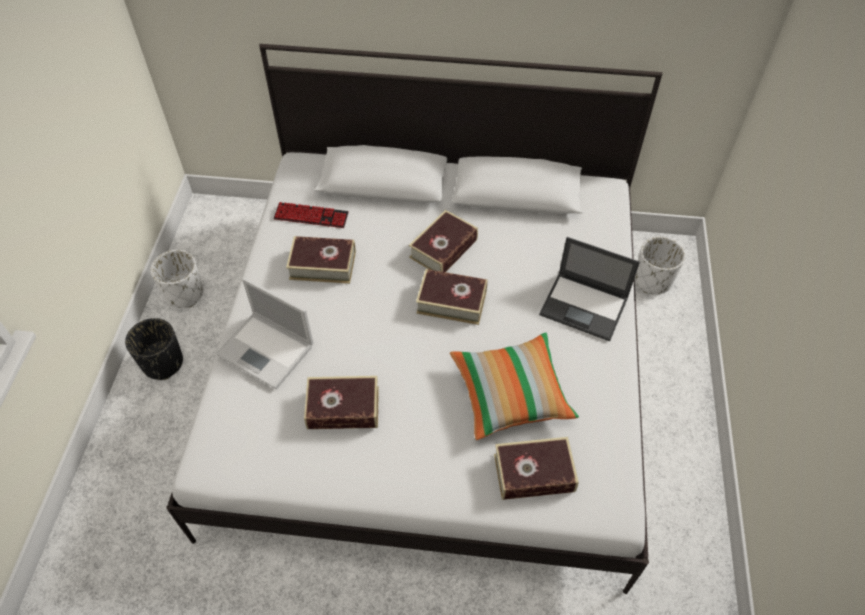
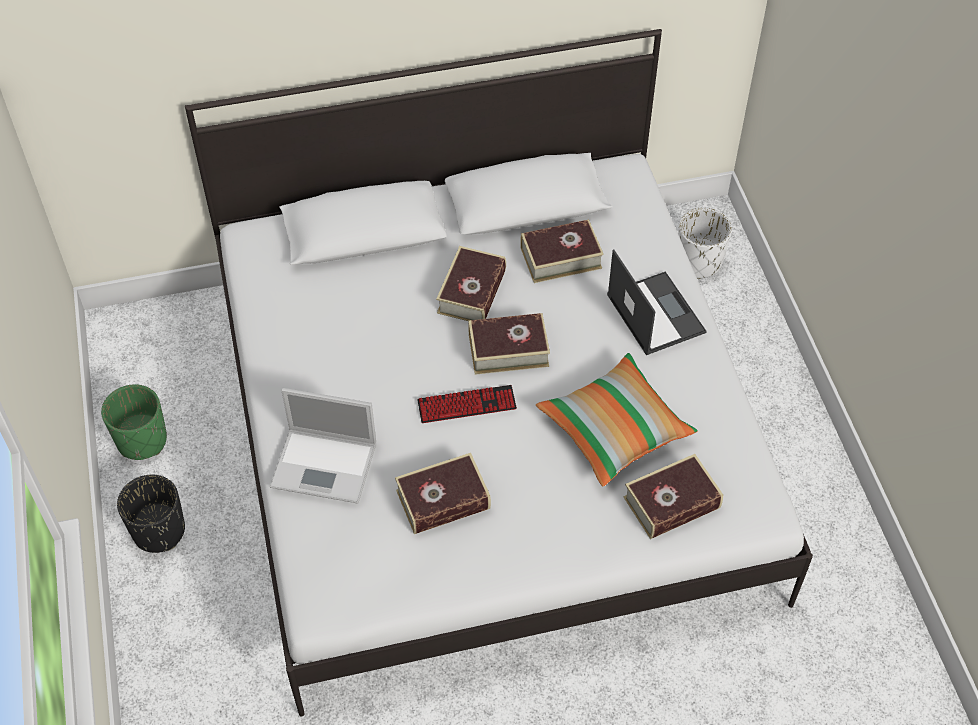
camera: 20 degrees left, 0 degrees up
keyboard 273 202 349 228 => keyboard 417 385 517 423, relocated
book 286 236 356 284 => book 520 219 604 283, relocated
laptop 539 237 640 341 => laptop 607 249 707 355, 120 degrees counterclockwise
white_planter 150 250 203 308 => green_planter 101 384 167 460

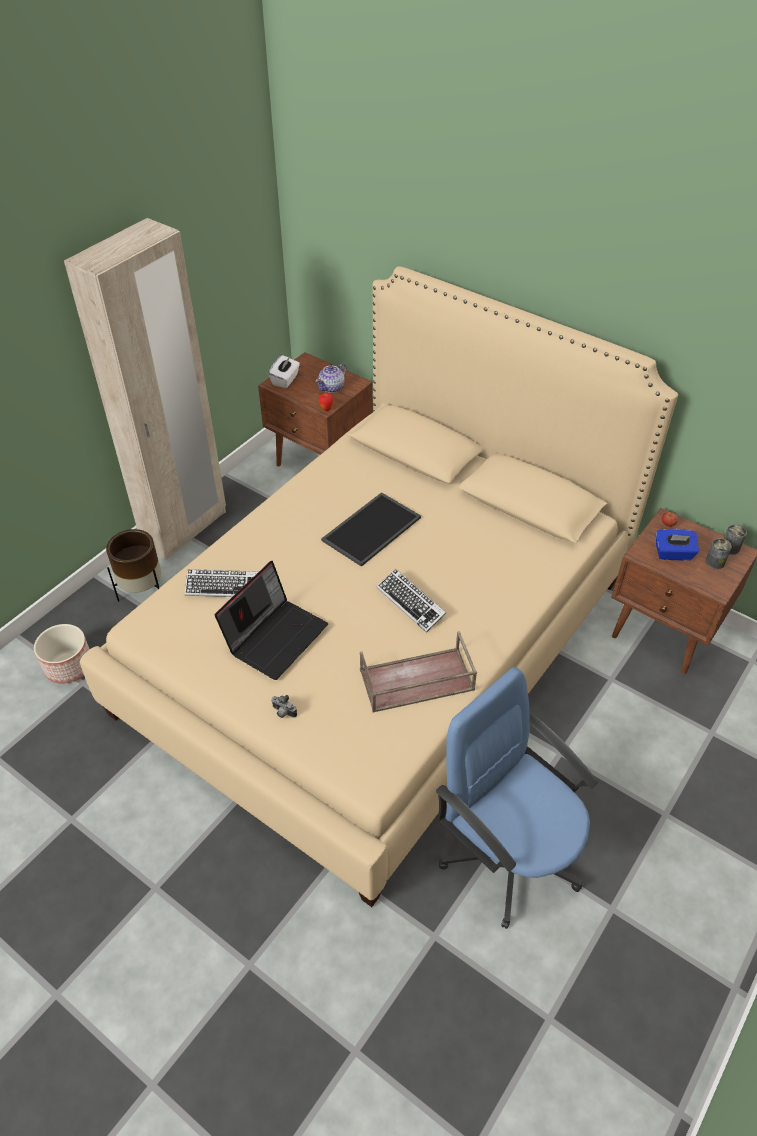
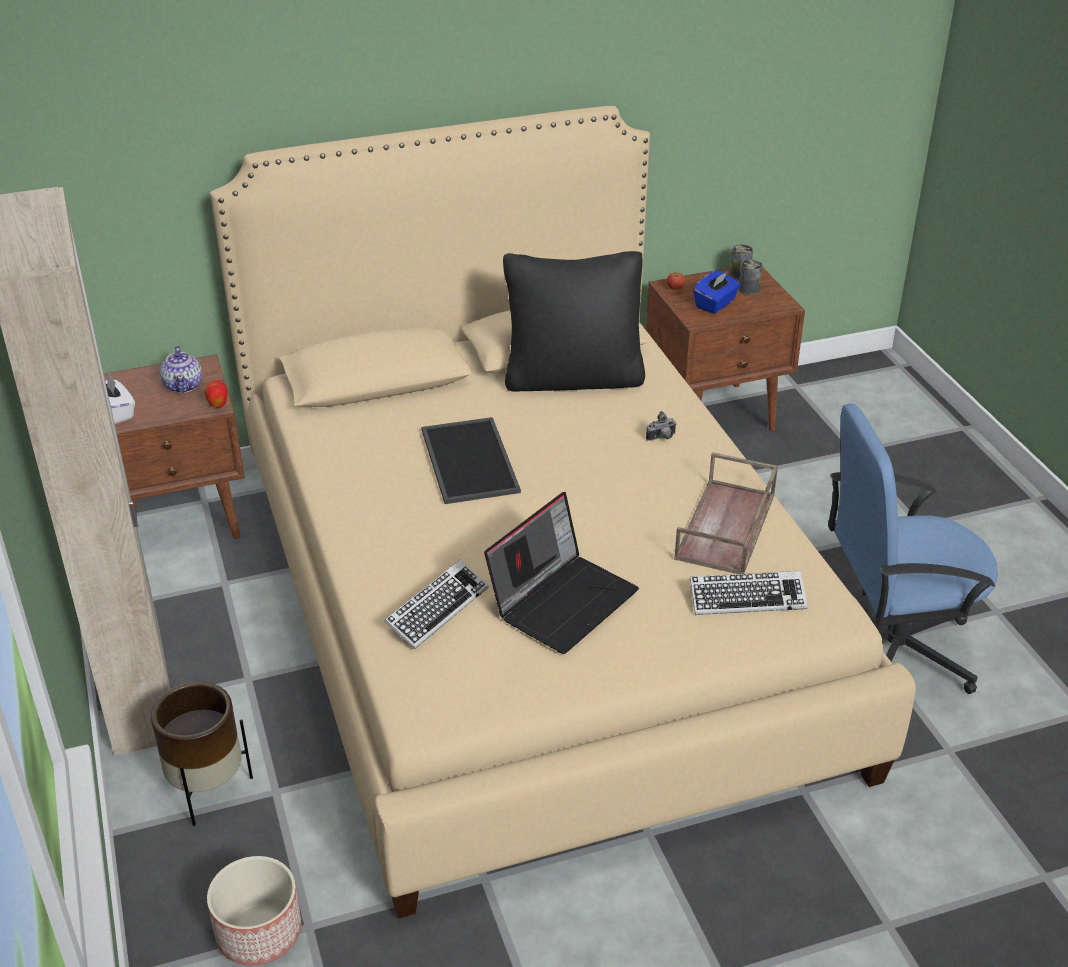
camera: 55 degrees left, 10 degrees down
laptop 215 561 328 680 => laptop 484 492 639 654, 60 degrees clockwise
keyboard 377 568 446 633 => keyboard 690 571 807 615, relocated
photo_camera 271 695 297 718 => photo_camera 646 411 677 441, relocated
nothing => black_pillow 503 251 645 392

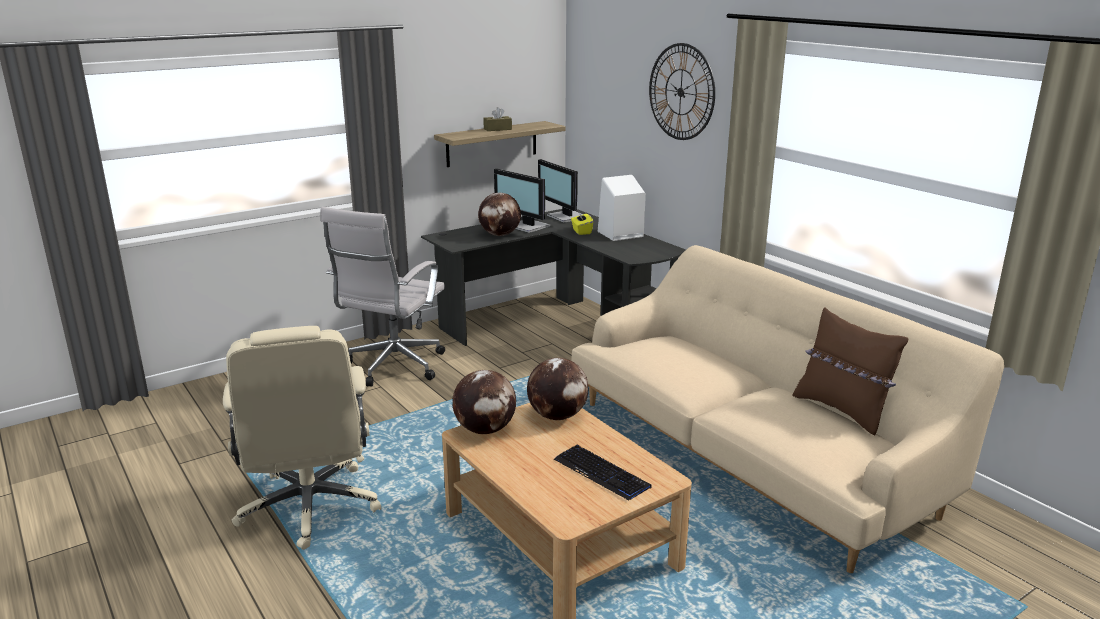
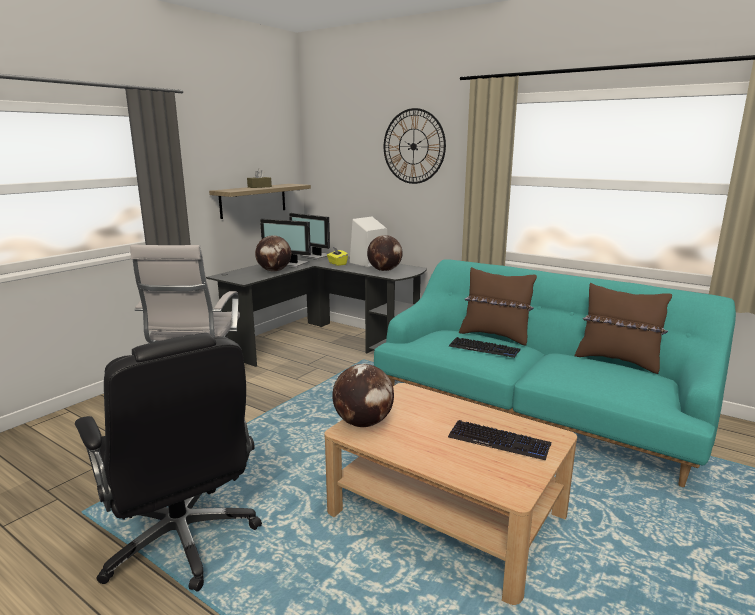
camera: 20 degrees left, 5 degrees down
beige_sofa 572 245 1004 573 => turquoise_sofa 374 259 736 487
beige_office_chair 223 326 381 550 => black_office_chair 75 333 262 592
globe 527 358 588 420 => globe 367 235 403 271, relocated
nothing => brown_pillow 459 267 537 346
nothing => keyboard 449 337 520 358

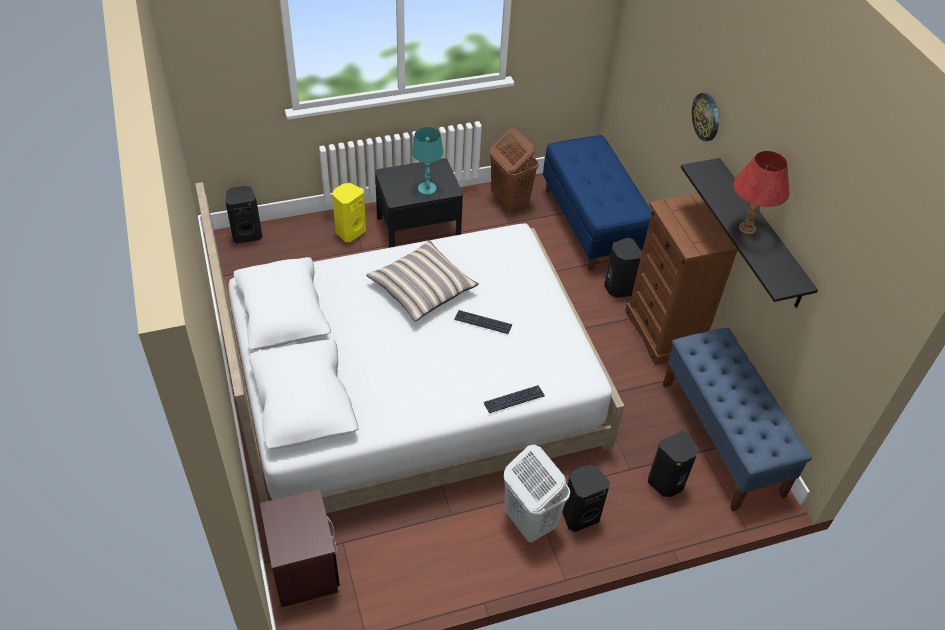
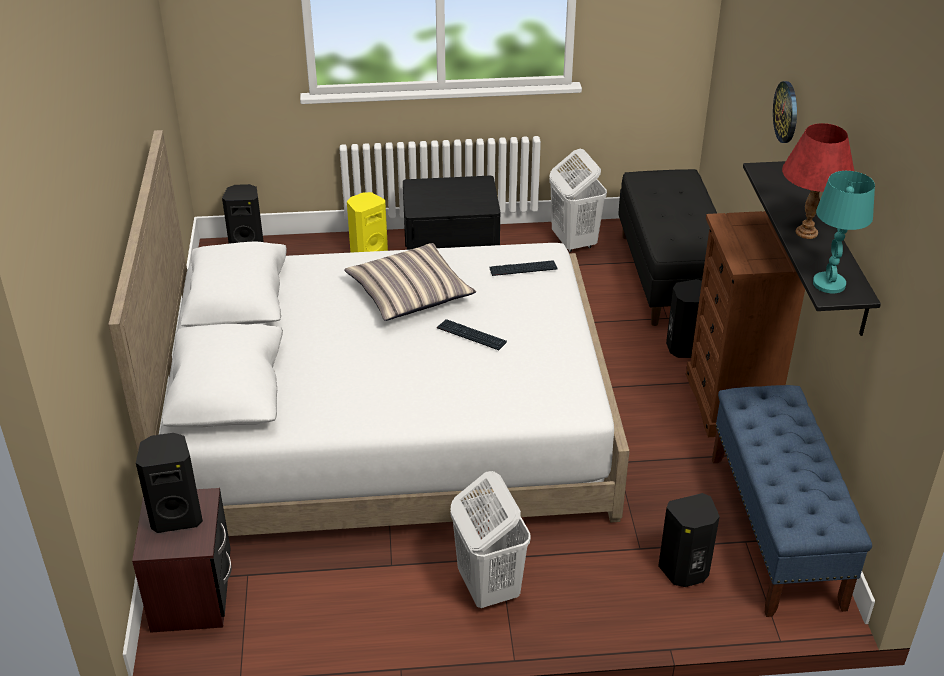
camera: 15 degrees right, 10 degrees down
turquoise_table_lamp 412 127 443 196 => turquoise_table_lamp 813 171 875 293, relocated
brown_laundry_basket 490 128 539 210 => white_laundry_basket 549 149 607 252
blue_bench 543 135 652 271 => black_bench 618 169 717 326
keyboard 484 385 545 413 => keyboard 489 260 558 276, relocated
black_speaker 562 465 610 532 => black_speaker 136 433 203 533, relocated

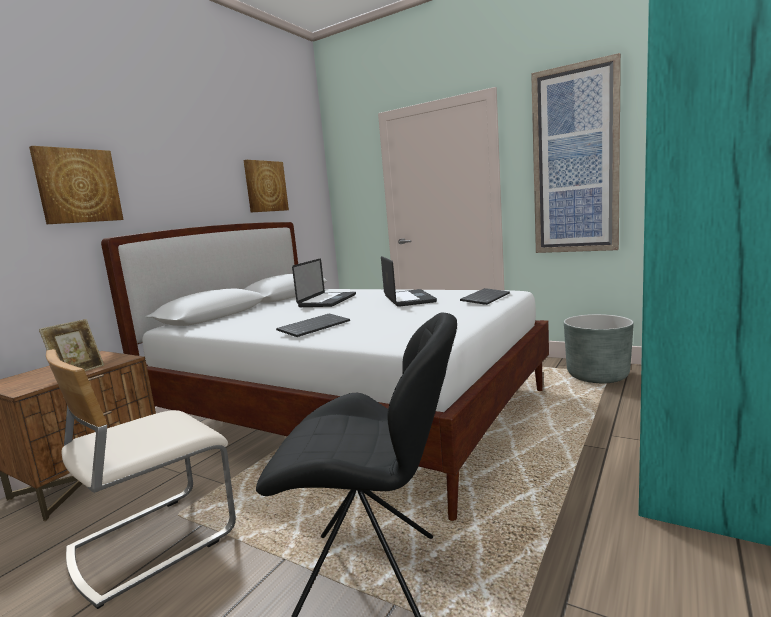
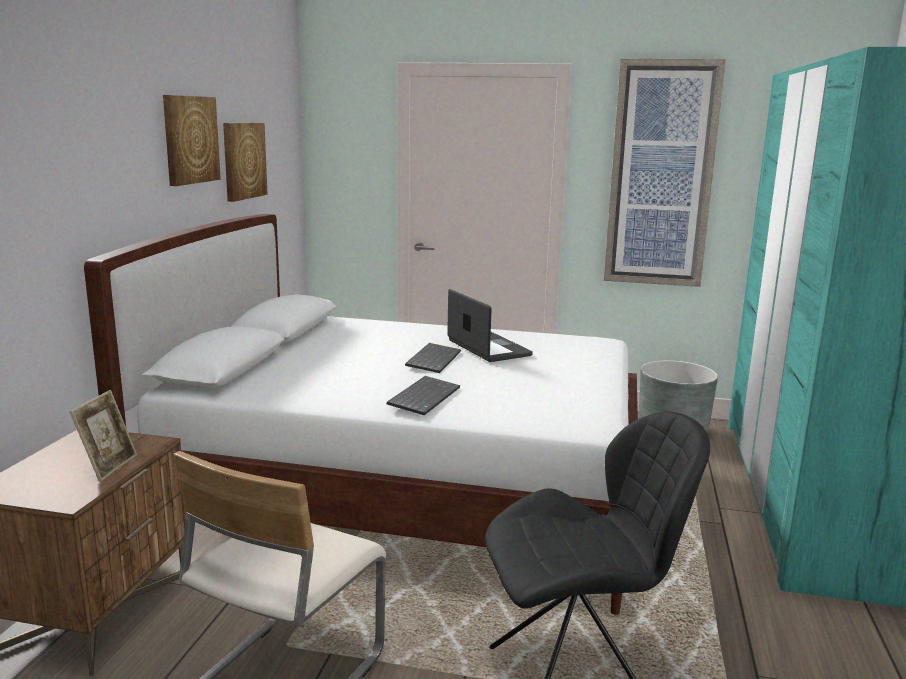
camera: 20 degrees left, 5 degrees up
picture 29 146 124 224 => picture 163 95 221 186, relocated
laptop 292 259 356 307 => nothing
keyboard 460 288 510 305 => keyboard 405 343 461 373, relocated

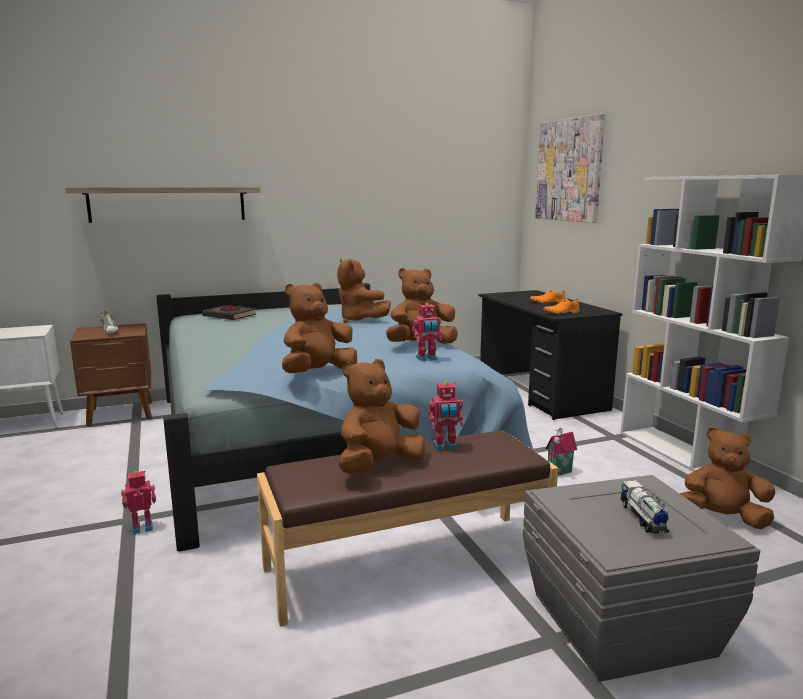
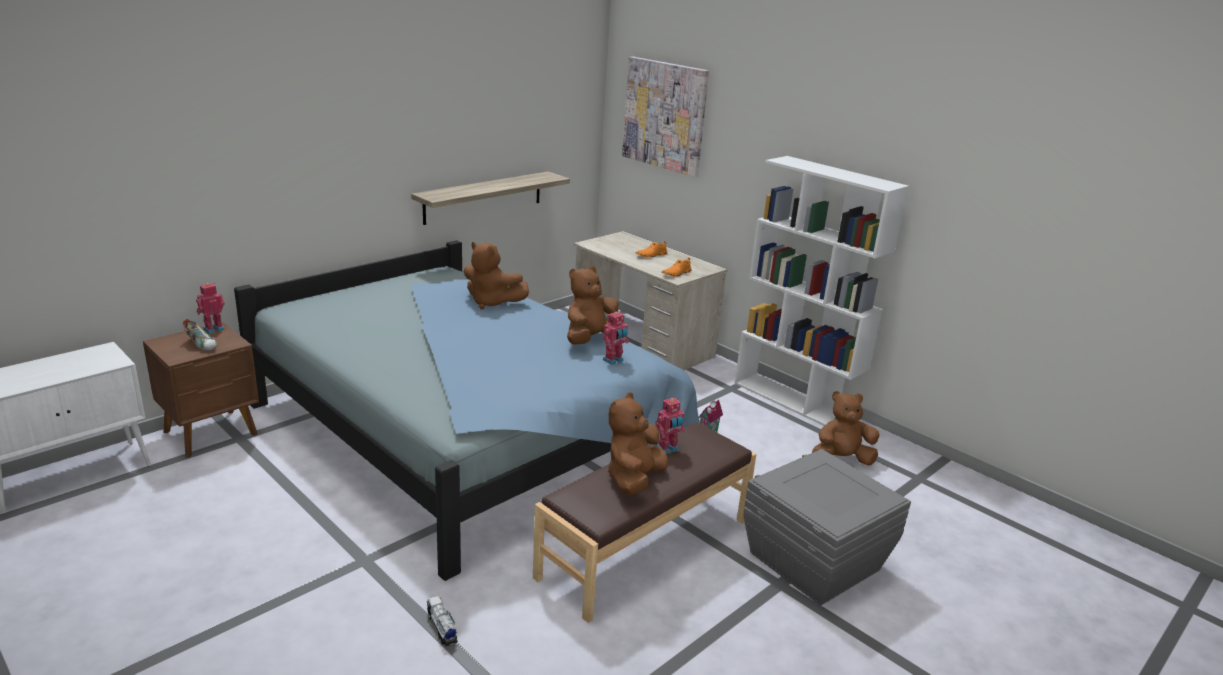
camera: 25 degrees left, 10 degrees up
shelf 65 187 260 223 => shelf 411 171 570 225, relocated
brown_plush_toy 282 283 357 373 => nothing
black_desk 479 290 622 420 => beige_desk 573 231 728 370
black_book 202 305 256 320 => nothing
toy_robot 121 471 156 534 => toy_robot 196 283 225 334, relocated
toy_truck 621 480 670 533 => toy_truck 427 596 458 646, relocated

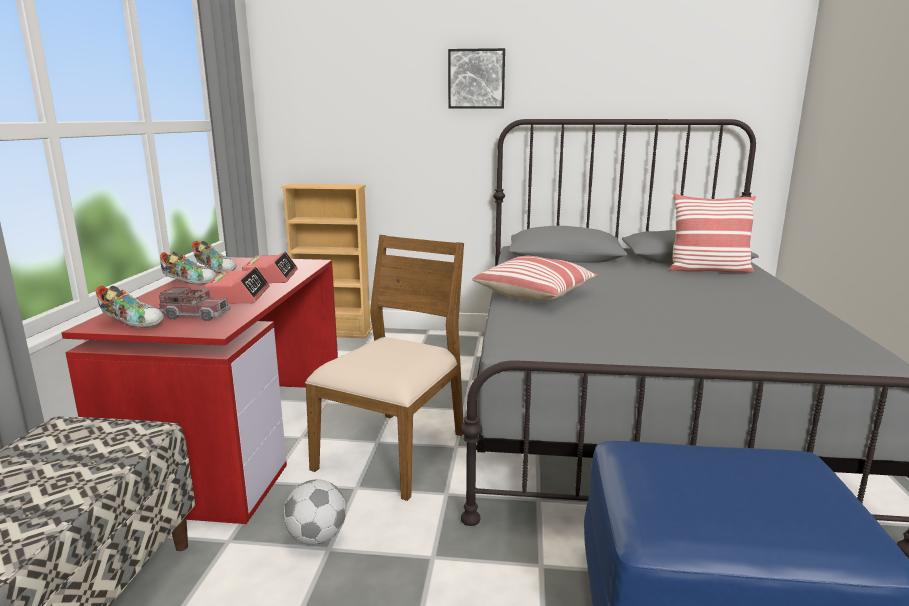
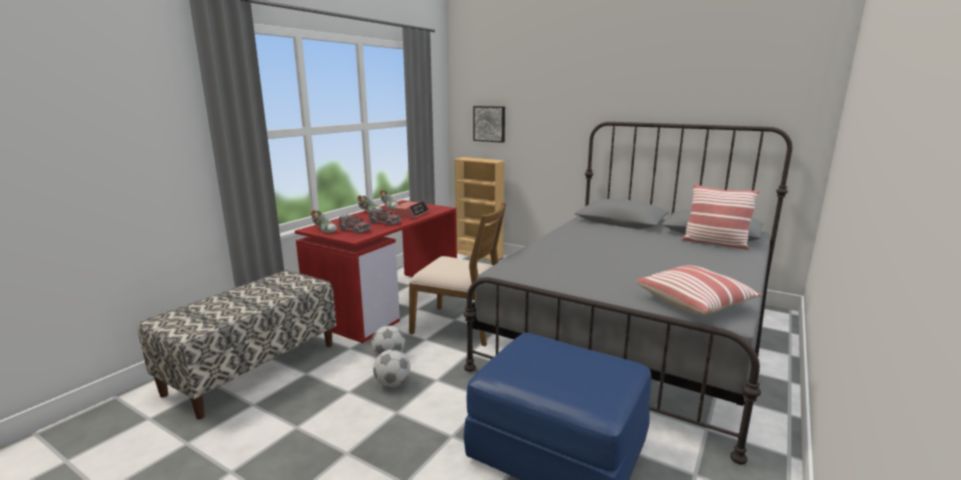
camera: 25 degrees right, 0 degrees up
picture 448 48 505 109 => picture 473 106 505 143, relocated
brown_chair 305 235 464 501 => brown_chair 409 202 506 346, 60 degrees clockwise
pillow 472 256 598 302 => pillow 636 265 763 315, relocated
alarm_clock 204 267 270 303 => toy_truck 368 208 401 226
nothing => football 373 349 410 387

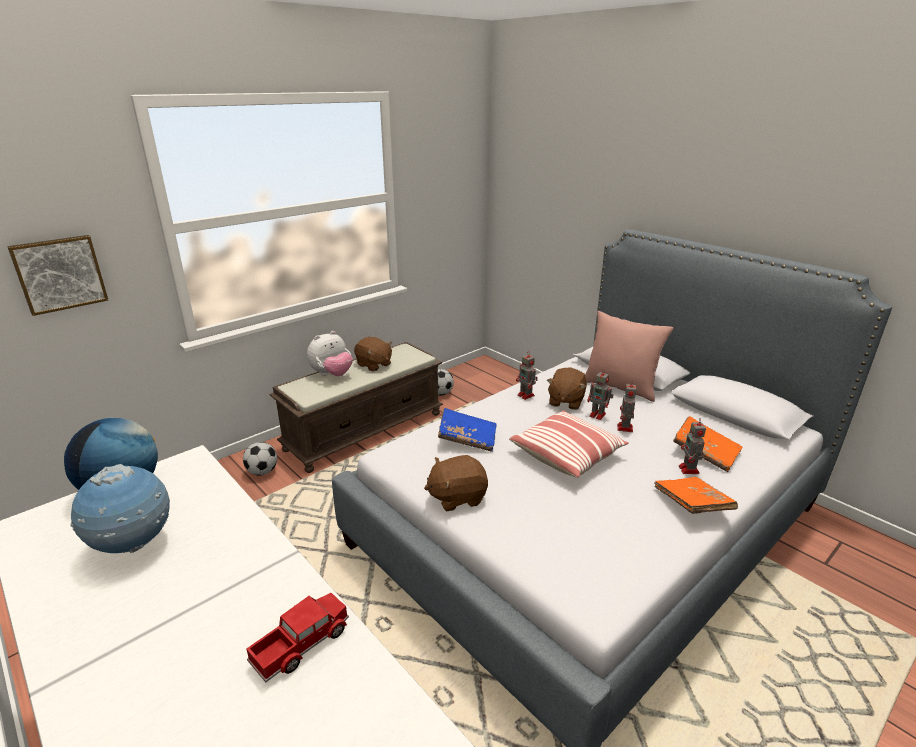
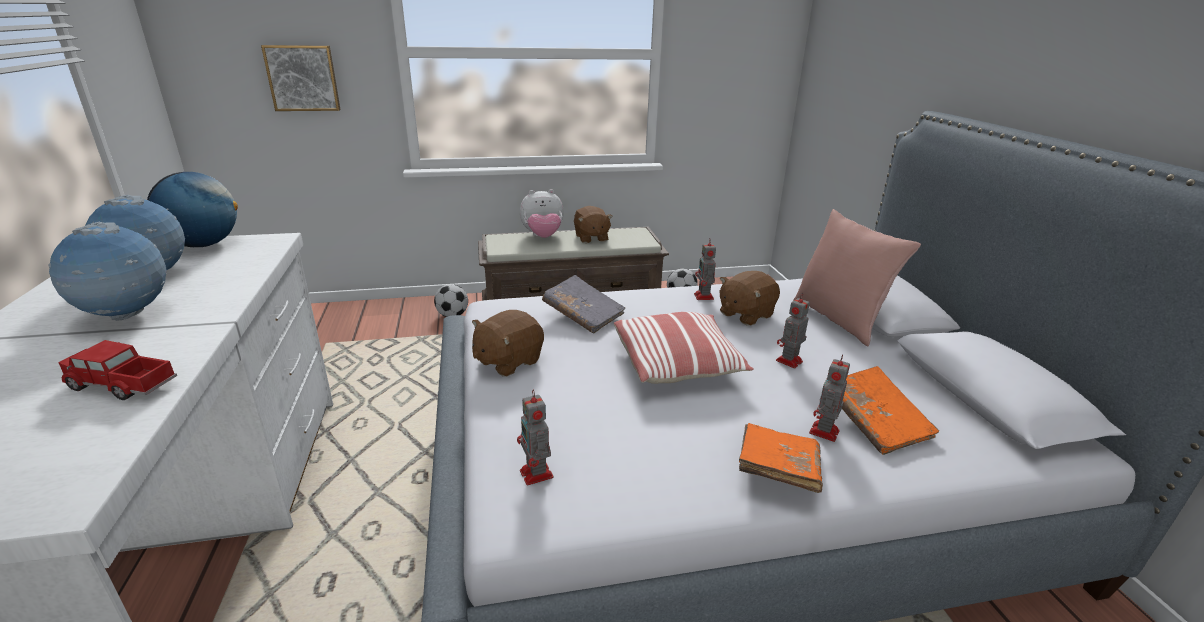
camera: 30 degrees right, 0 degrees up
toy_robot 587 369 614 420 => toy_robot 517 390 553 485, relocated
blue_book 438 408 497 452 => grey_book 542 275 625 334
brown_plush_toy 424 455 488 511 => brown_plush_toy 472 310 544 377, 60 degrees counterclockwise
toy_truck 246 593 349 682 => toy_truck 58 340 177 400, 150 degrees counterclockwise
nothing => globe 48 222 166 321

